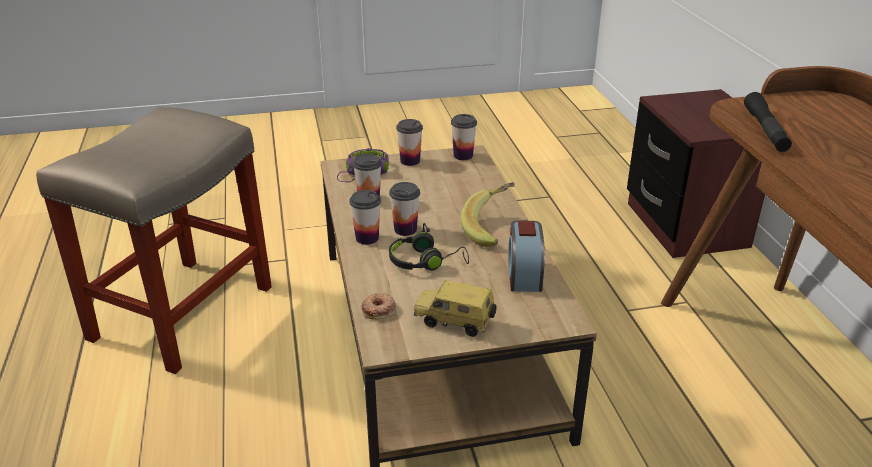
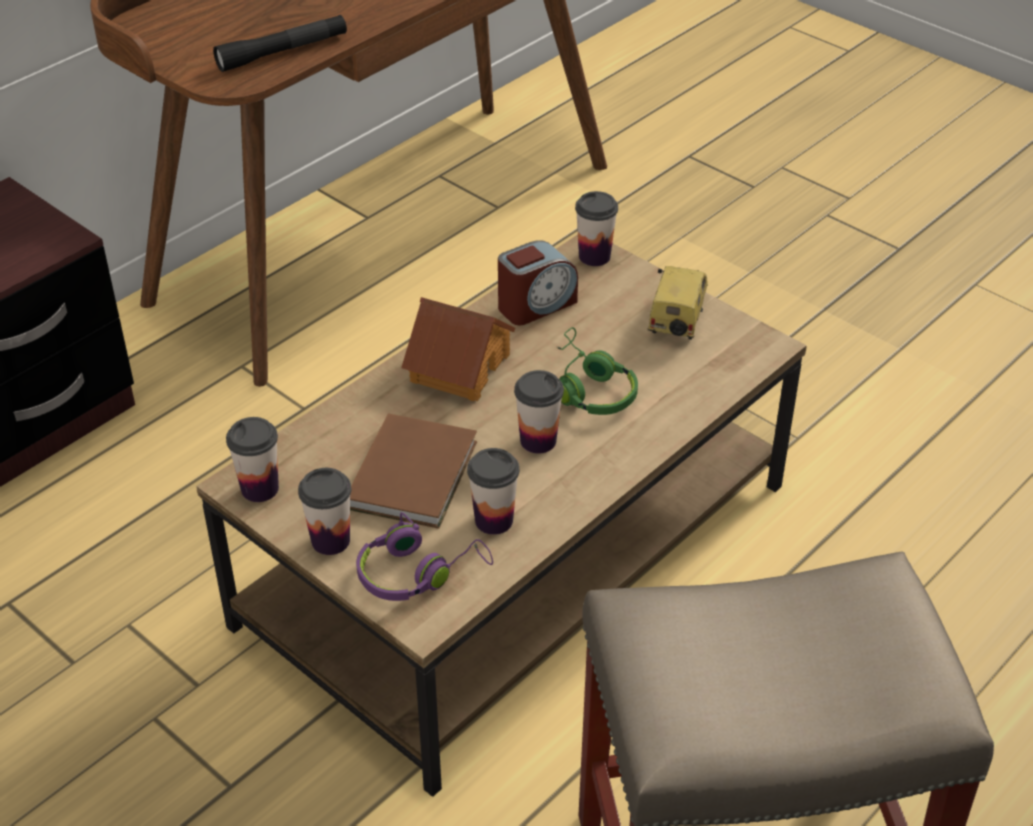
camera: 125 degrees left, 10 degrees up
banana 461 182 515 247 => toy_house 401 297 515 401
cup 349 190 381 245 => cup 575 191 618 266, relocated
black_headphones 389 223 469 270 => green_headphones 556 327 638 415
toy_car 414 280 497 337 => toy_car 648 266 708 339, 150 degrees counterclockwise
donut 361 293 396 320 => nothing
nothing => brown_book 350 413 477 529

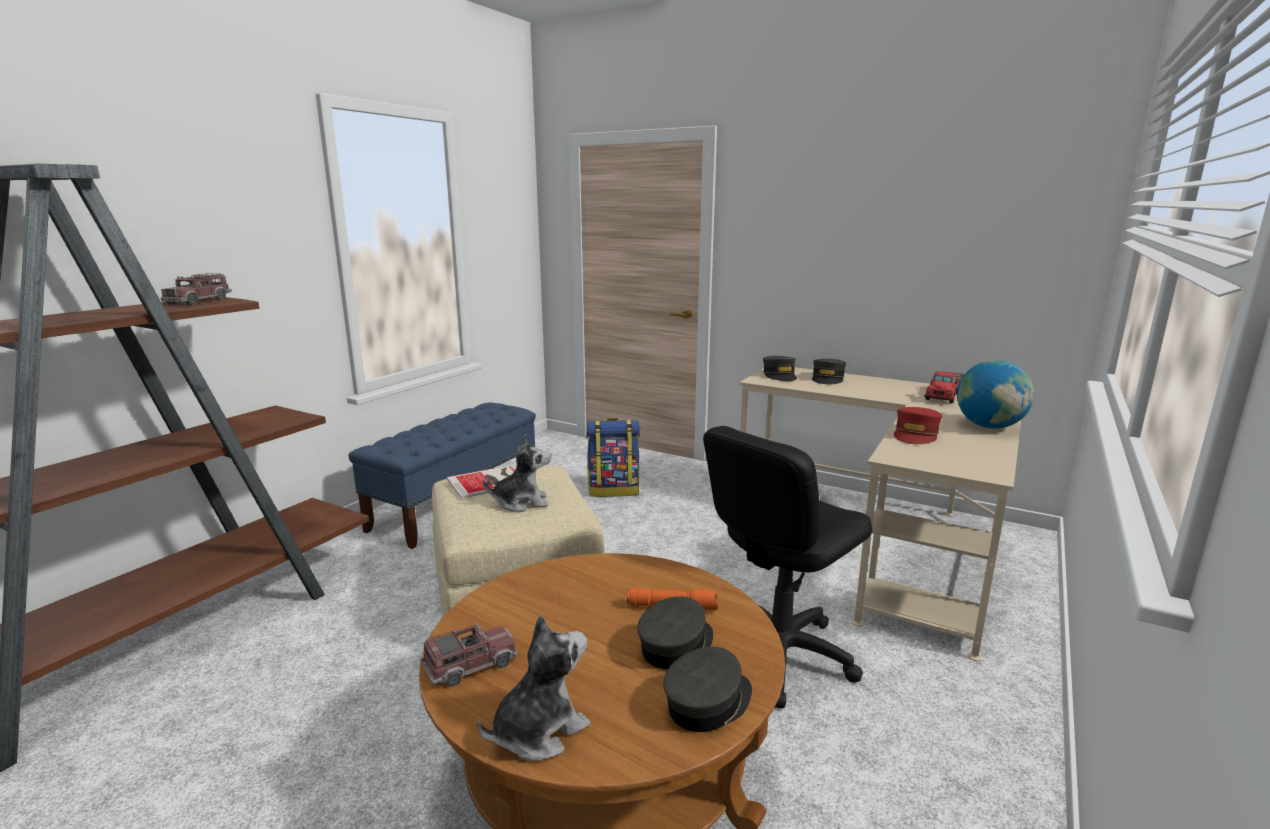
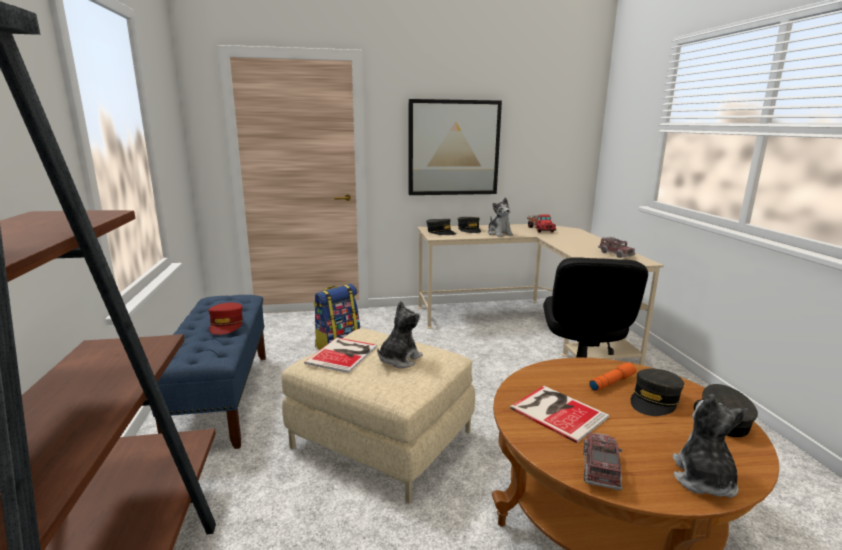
camera: 40 degrees left, 0 degrees up
toy_truck 161 273 232 305 => toy_truck 598 237 635 258, relocated
globe 957 360 1034 429 => nothing
red_cap 894 407 942 444 => red_cap 208 302 243 335, relocated
grey_cap 637 596 713 669 => grey_cap 631 369 684 416, 135 degrees counterclockwise
nothing => picture 408 99 502 195
nothing => plush_toy 488 197 513 237
nothing => book 510 386 609 443

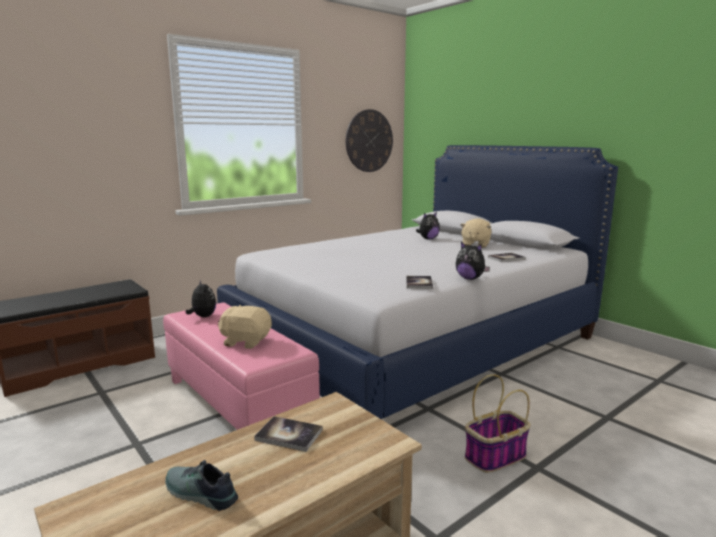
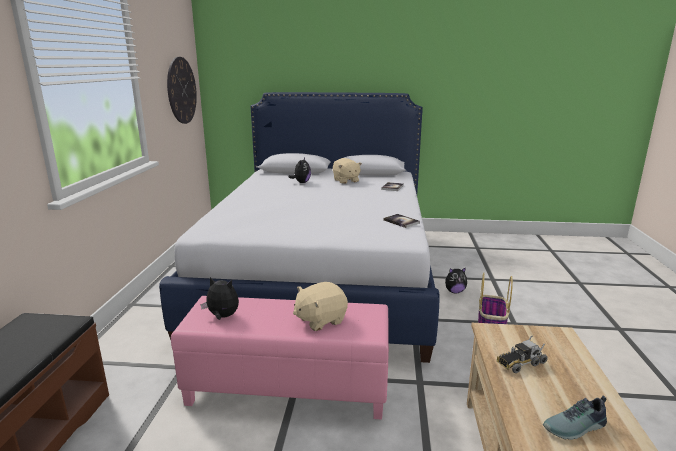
camera: 45 degrees left, 5 degrees up
plush_toy 456 242 490 280 => plush_toy 445 267 467 293, relocated
book 254 416 323 452 => toy_truck 497 335 548 373

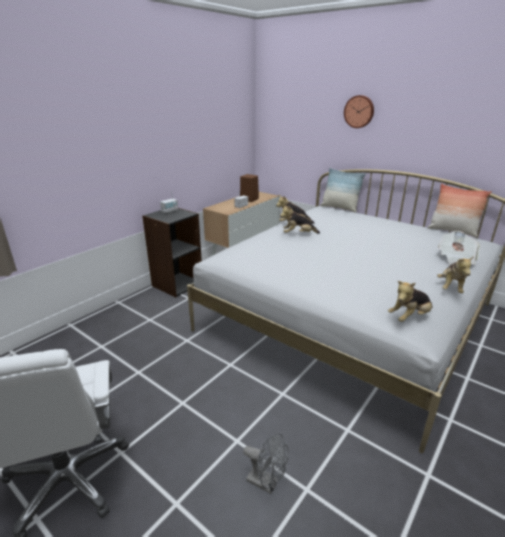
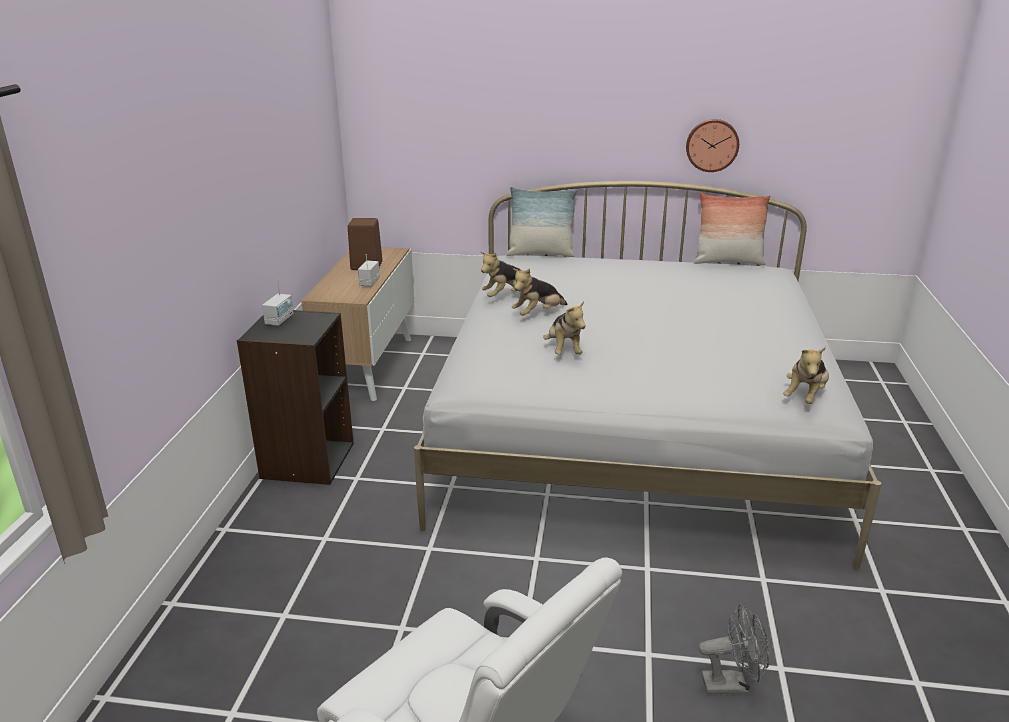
camera: 30 degrees left, 0 degrees up
wall_clock 344 95 374 128 => wall_clock 686 119 739 172, relocated
newspaper 438 231 480 265 => nothing
plush_toy 437 256 474 293 => plush_toy 543 301 586 354, relocated

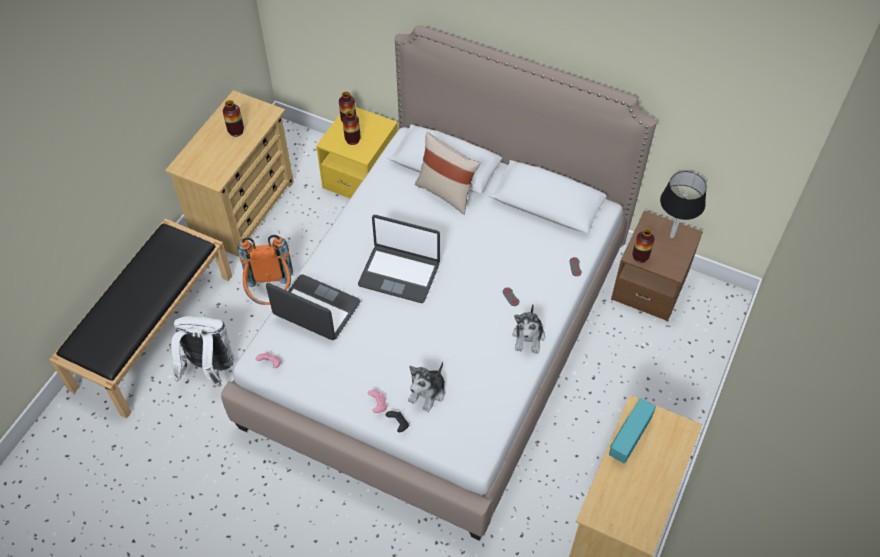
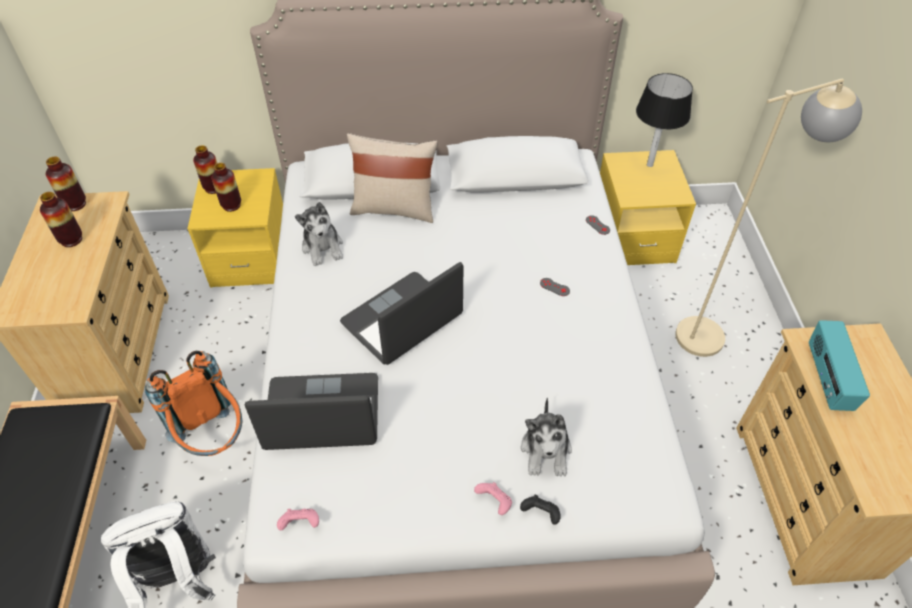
camera: 30 degrees left, 5 degrees down
brown_nightstand 611 211 703 321 => yellow_nightstand 600 150 696 265
laptop 358 215 440 303 => laptop 340 262 463 365, 150 degrees clockwise
vase 632 228 655 263 => vase 46 156 86 211, relocated
plush_toy 513 304 545 354 => plush_toy 295 202 343 266, relocated
nothing => beige_floor_lamp 675 78 862 357

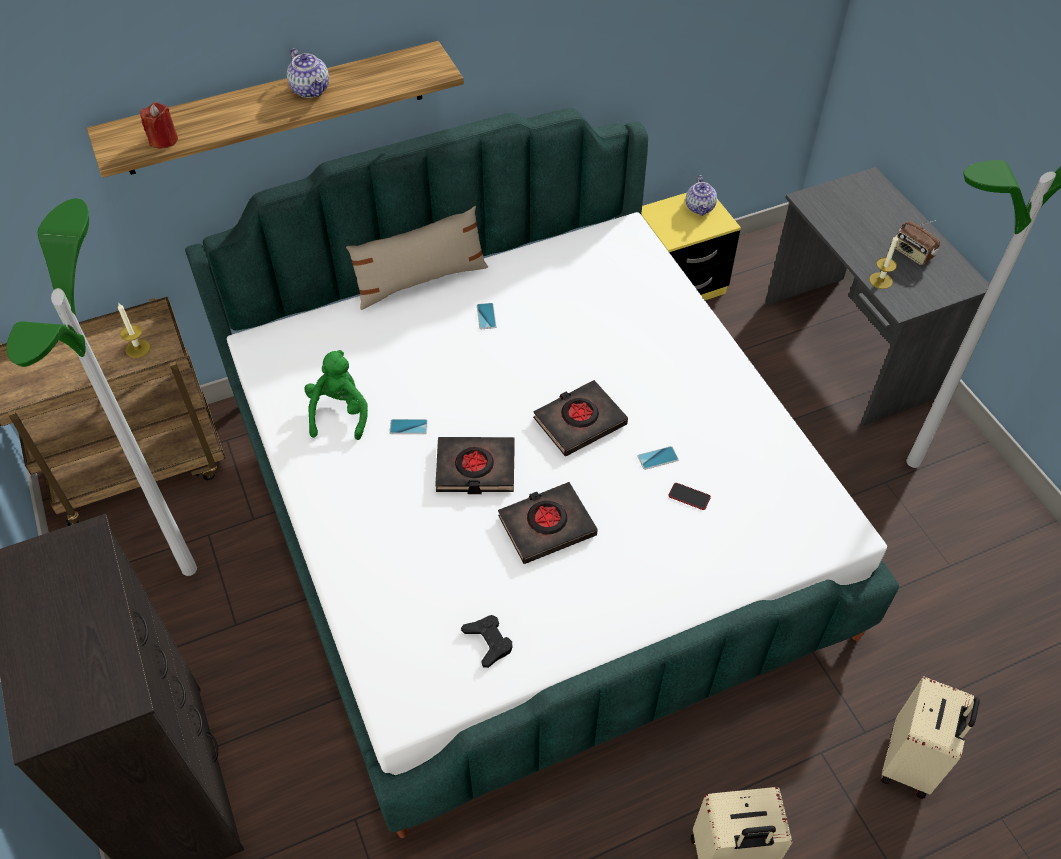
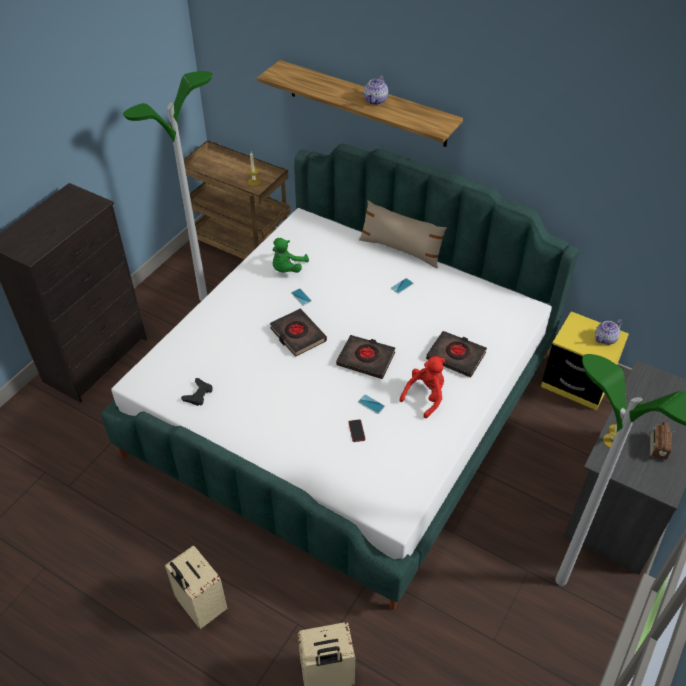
camera: 55 degrees right, 5 degrees down
red_candle 140 102 178 149 => nothing
green_plush_toy 304 350 368 440 => green_plush_toy 273 238 309 273, 150 degrees clockwise
black_book 498 482 598 564 => black_book 426 331 487 377, relocated
nothing => red_plush_toy 399 356 445 418

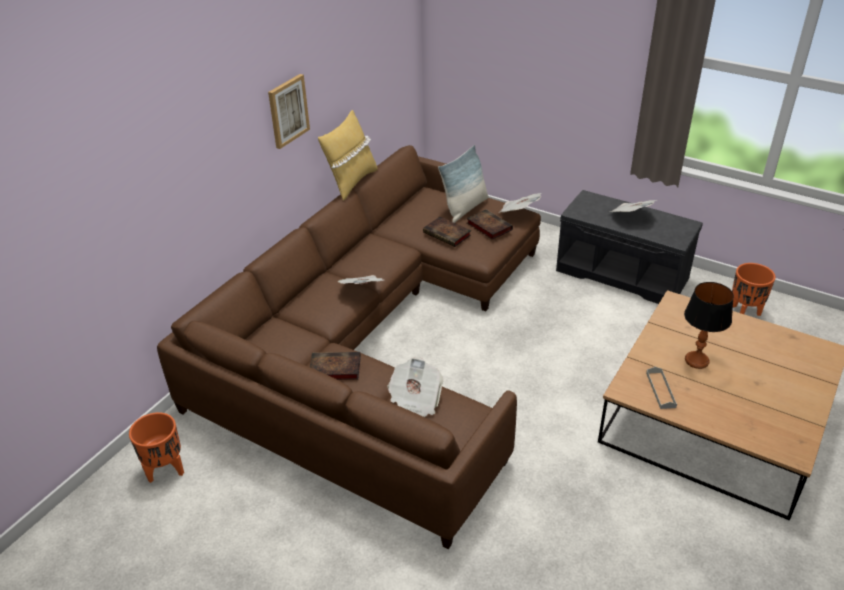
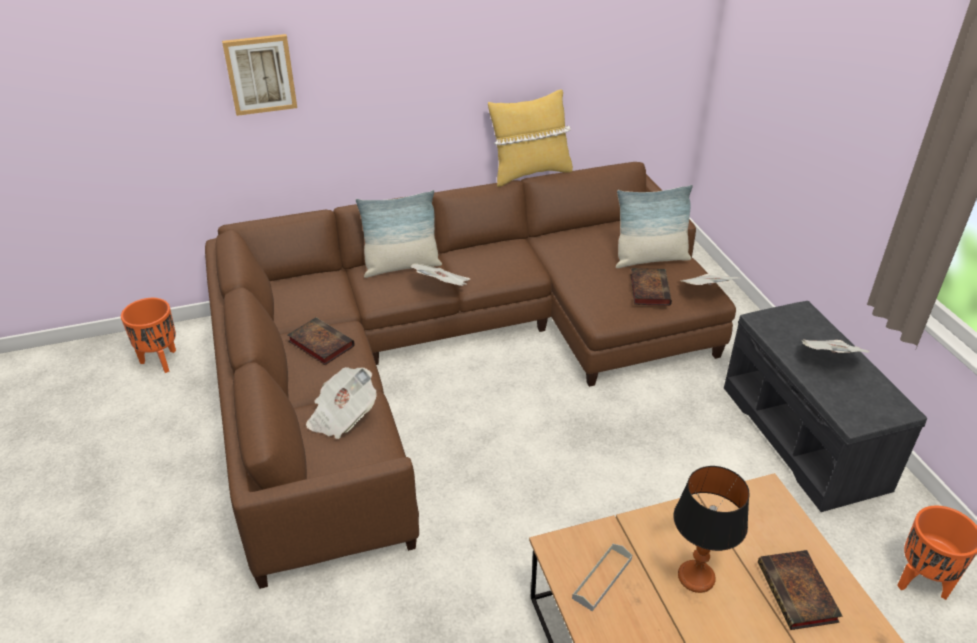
camera: 40 degrees right, 0 degrees up
picture 268 74 310 149 => picture 222 34 297 116, relocated
book 423 217 471 247 => book 758 550 842 630, relocated
nothing => pillow 356 190 442 278

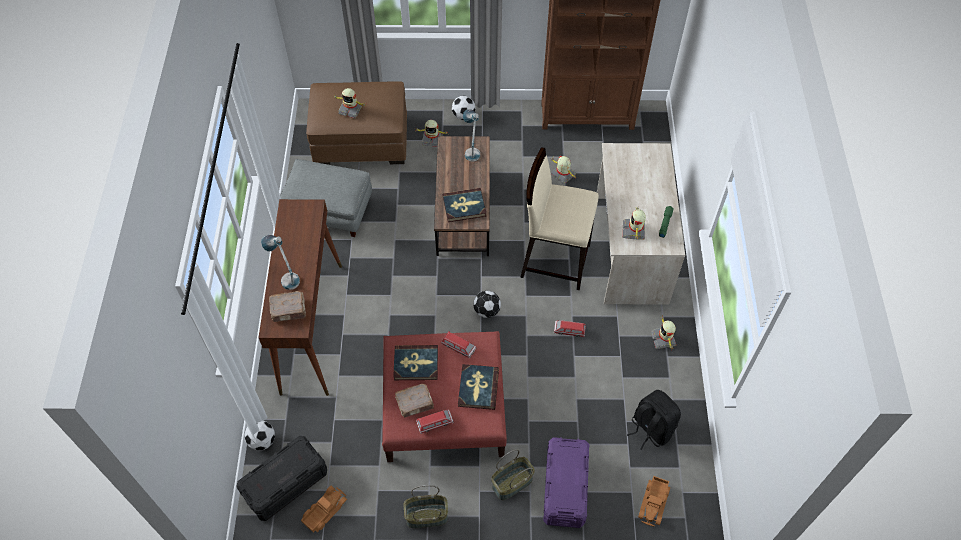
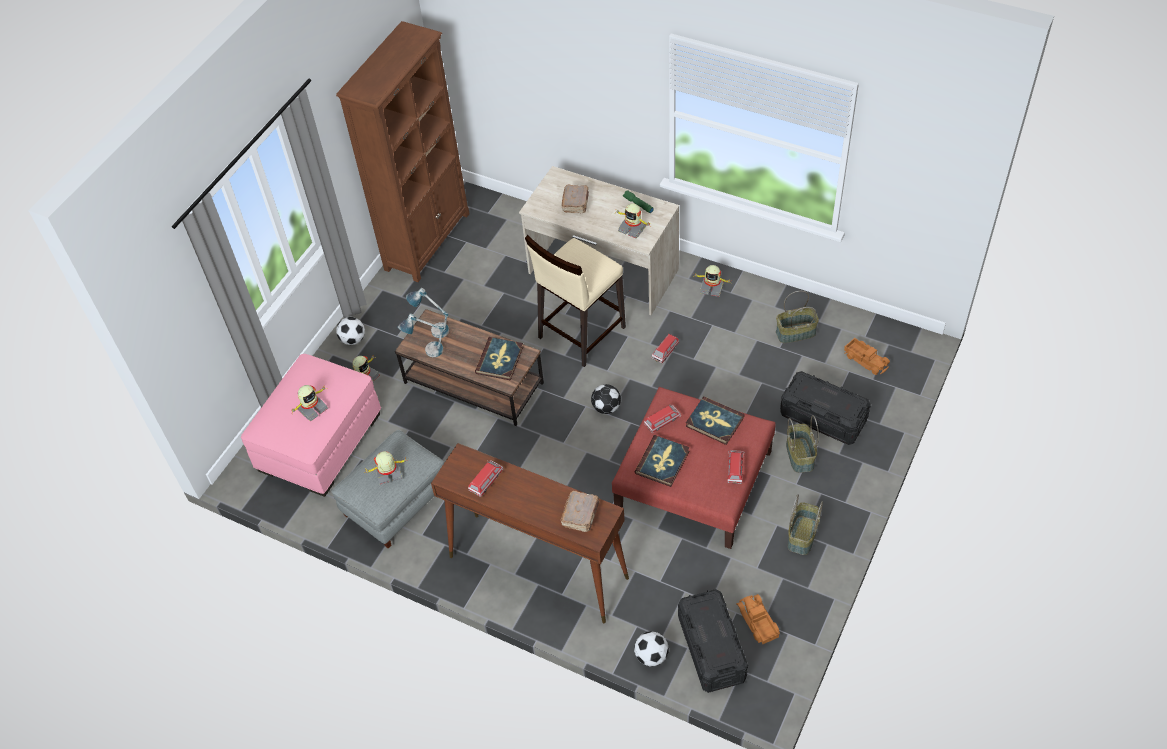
camera: 60 degrees left, 5 degrees down
brown_ottoman 306 81 407 165 => pink_ottoman 241 354 381 497
toy_robot 550 156 576 184 => toy_robot 363 451 409 485, relocated
table_lamp 261 235 300 290 => table_lamp 397 313 444 357, relocated
brown_book 395 384 434 417 => brown_book 561 184 589 213, relocated
black_backpack 627 390 681 450 => basket 776 291 819 343
purple_storage_box 543 437 590 528 => black_storage_box 780 371 871 445
nothing => toy_car 468 460 504 497

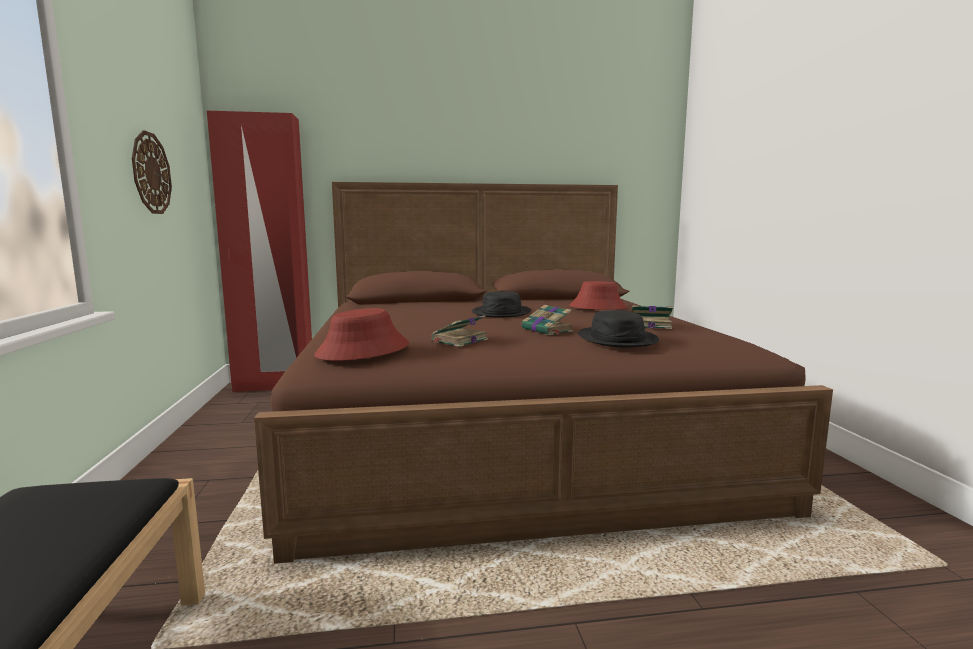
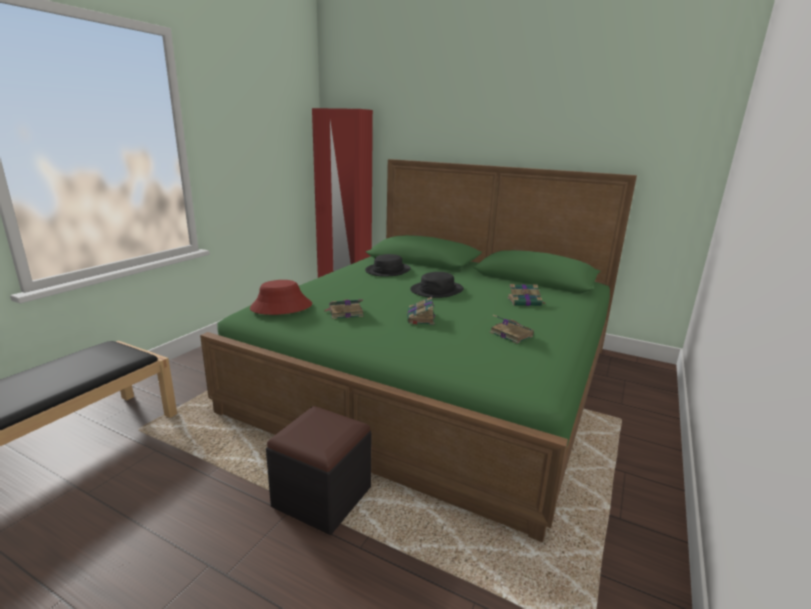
camera: 35 degrees right, 10 degrees up
wall_clock 132 130 172 214 => nothing
brown_bed 254 182 833 564 => green_bed 200 159 637 542
red_hat 569 281 627 310 => book 508 284 544 306
black_hat 578 310 659 348 => black_hat 365 254 411 277, relocated
nothing => black_ottoman 266 406 371 535

